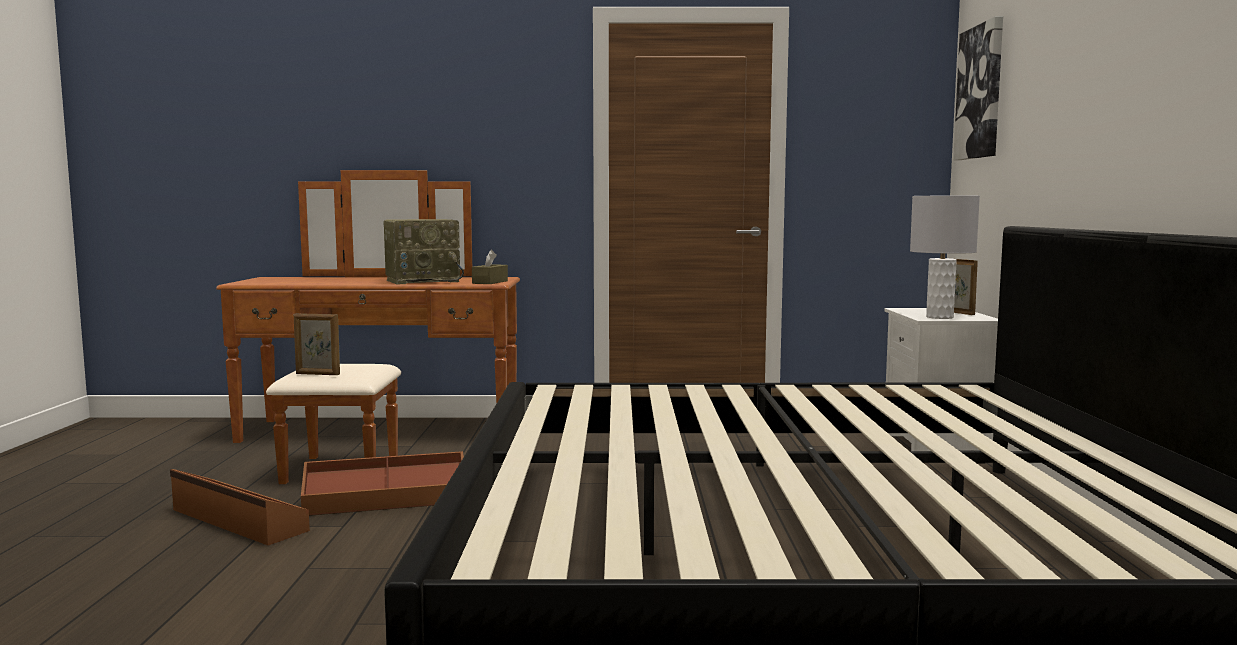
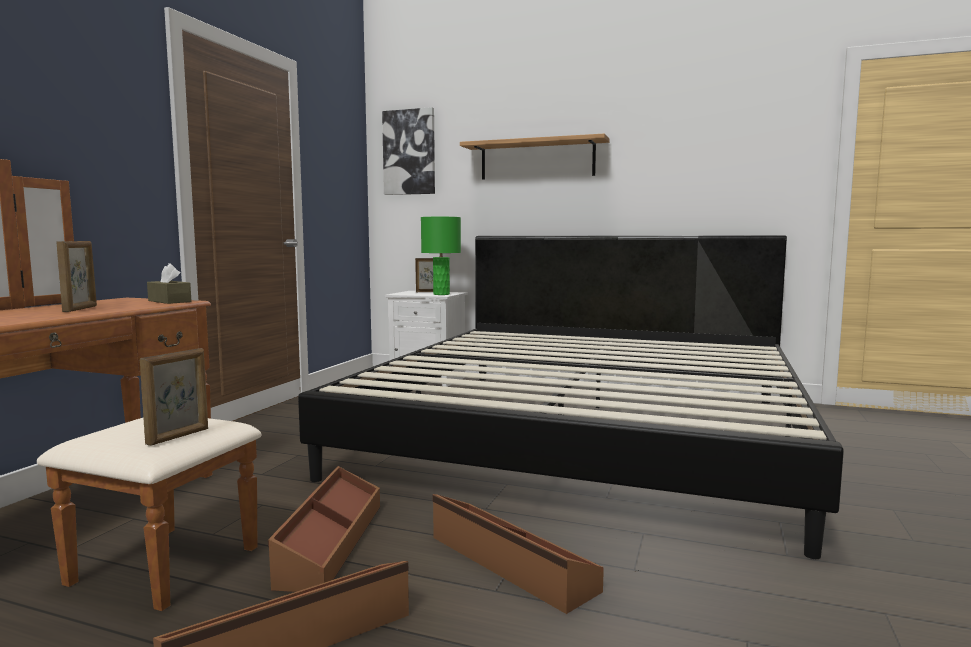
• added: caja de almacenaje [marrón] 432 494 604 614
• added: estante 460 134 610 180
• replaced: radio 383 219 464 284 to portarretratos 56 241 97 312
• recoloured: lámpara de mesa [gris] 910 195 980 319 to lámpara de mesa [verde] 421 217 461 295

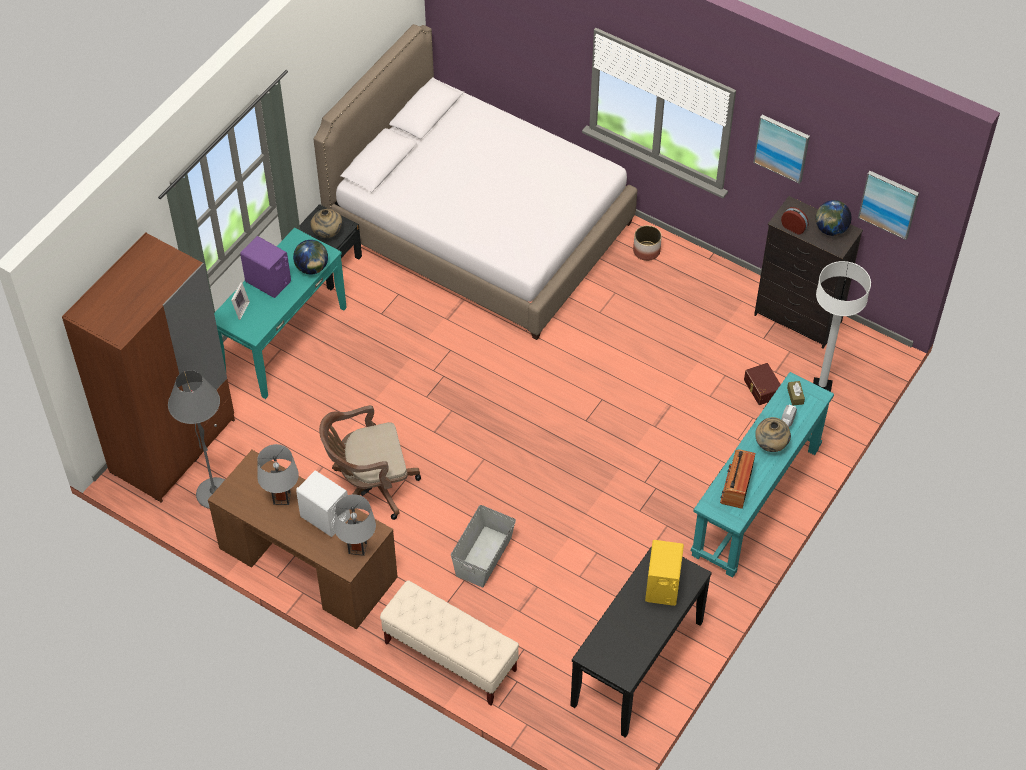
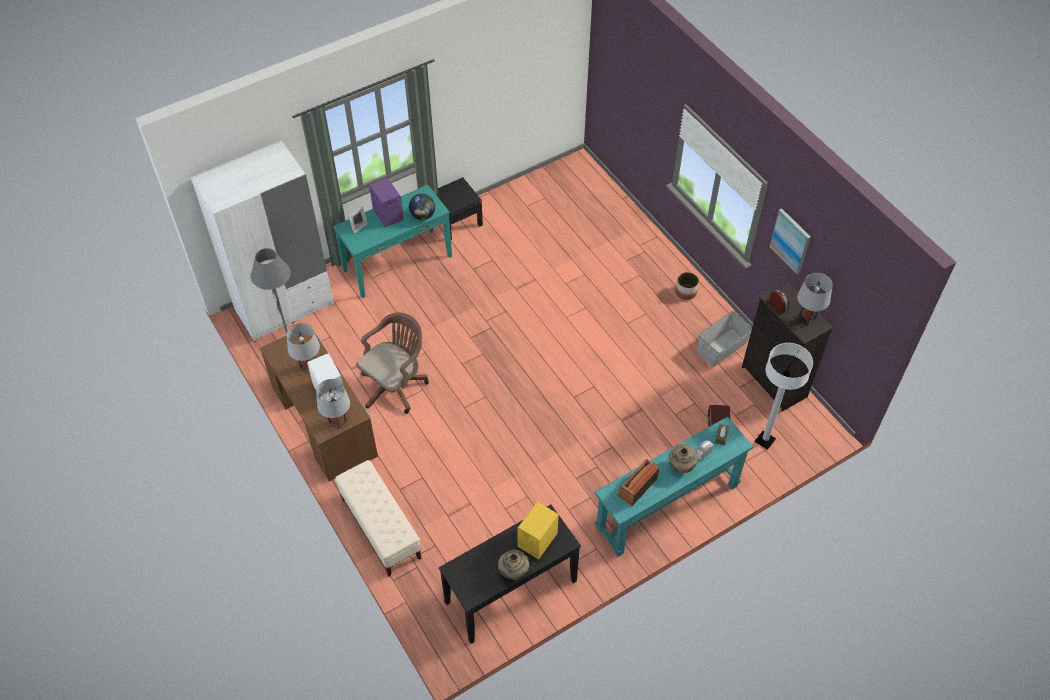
• removed: cama [blanco] 314 24 637 340
• removed: cuadro 858 171 919 240
• moved: florero [beis] 310 209 342 238 to 498 550 529 580
• moved: caja de almacenaje [gris] 451 505 516 588 to 698 311 752 367
• replaced: globo terráqueo 816 200 851 236 to lámpara de mesa [gris] 797 272 833 325
• recoloured: armario ropero [marrón] 62 232 235 503 to armario ropero [blanco] 191 140 334 342
• turned: silla de oficina [marrón] 319 405 421 520 = 357 313 429 414 120 degrees clockwise

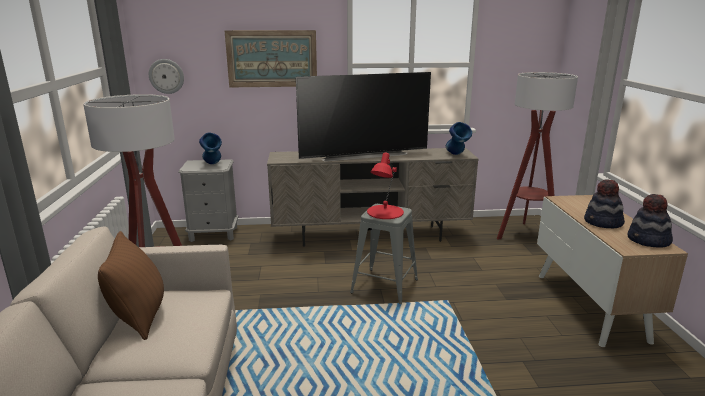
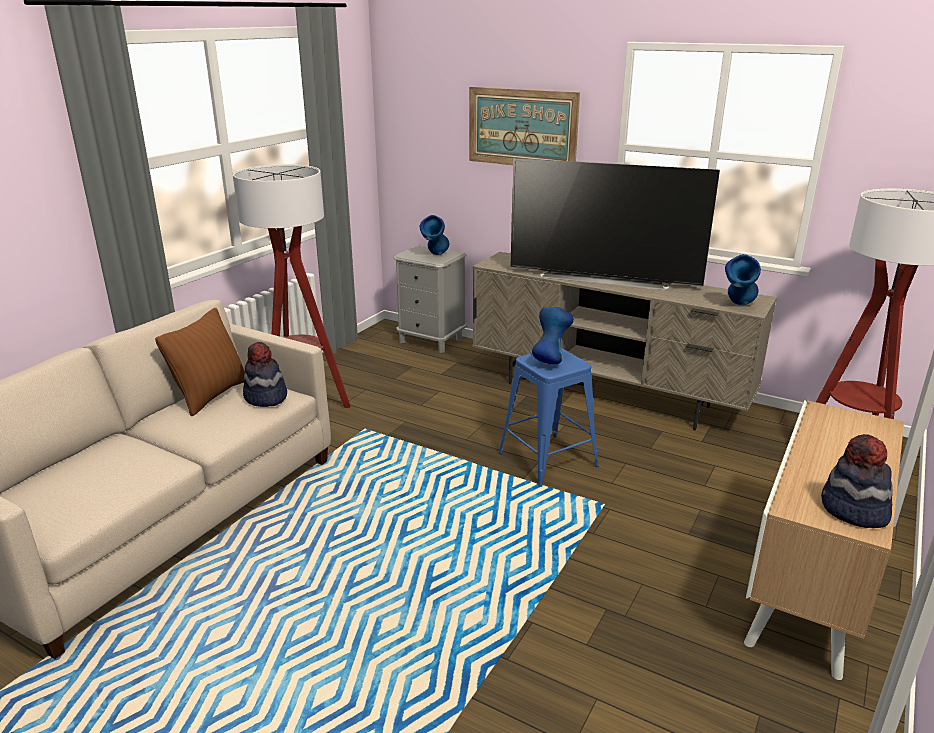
• removed: reloj de pared 149 59 184 94
• moved: sombrero 584 179 625 228 to 243 342 287 407
• replaced: lámpara de mesa [rojo] 367 153 404 219 to florero [azul] 532 307 574 364
• recoloured: taburete [gris] 350 204 418 304 to taburete [azul] 499 348 599 487

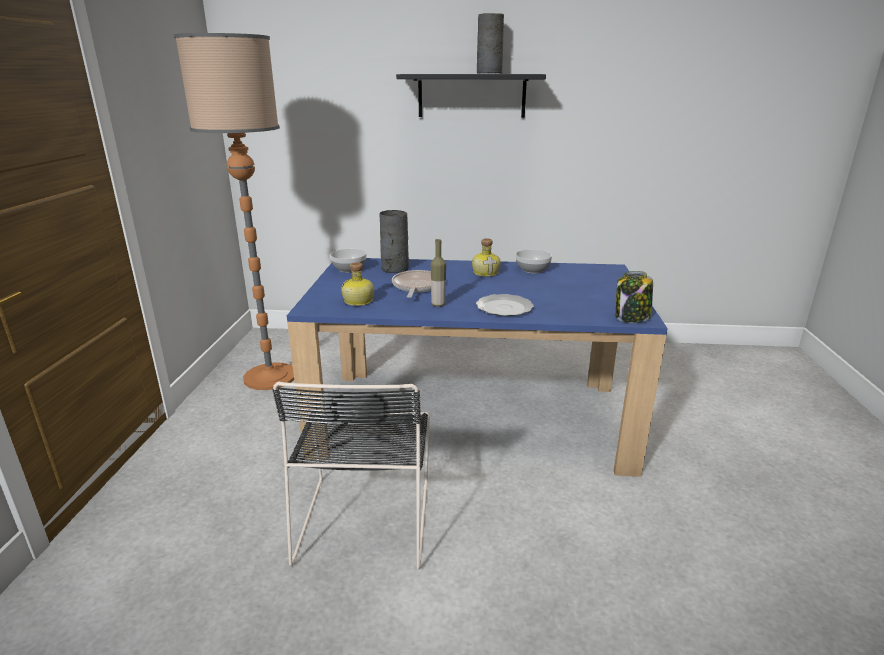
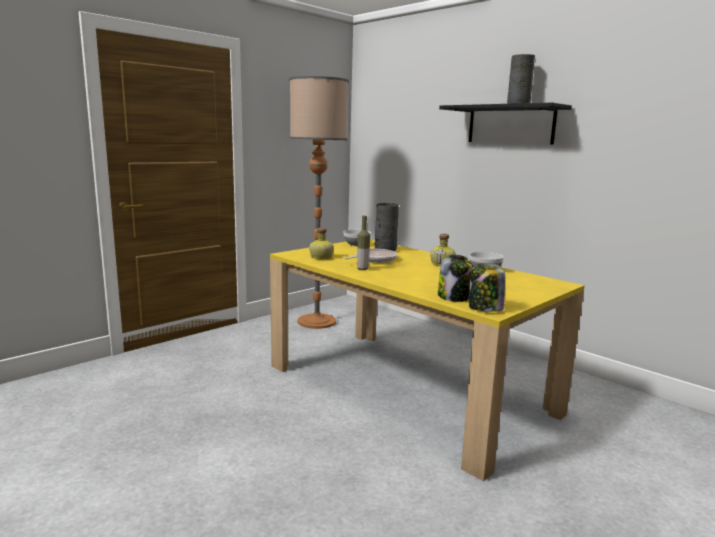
• removed: silla [negro] 273 382 430 570
• removed: plato 476 294 534 316
• added: tarro 438 255 473 302
• recoloured: mesa de comedor [azul] 287 258 668 477 to mesa de comedor [amarillo] 270 239 585 481

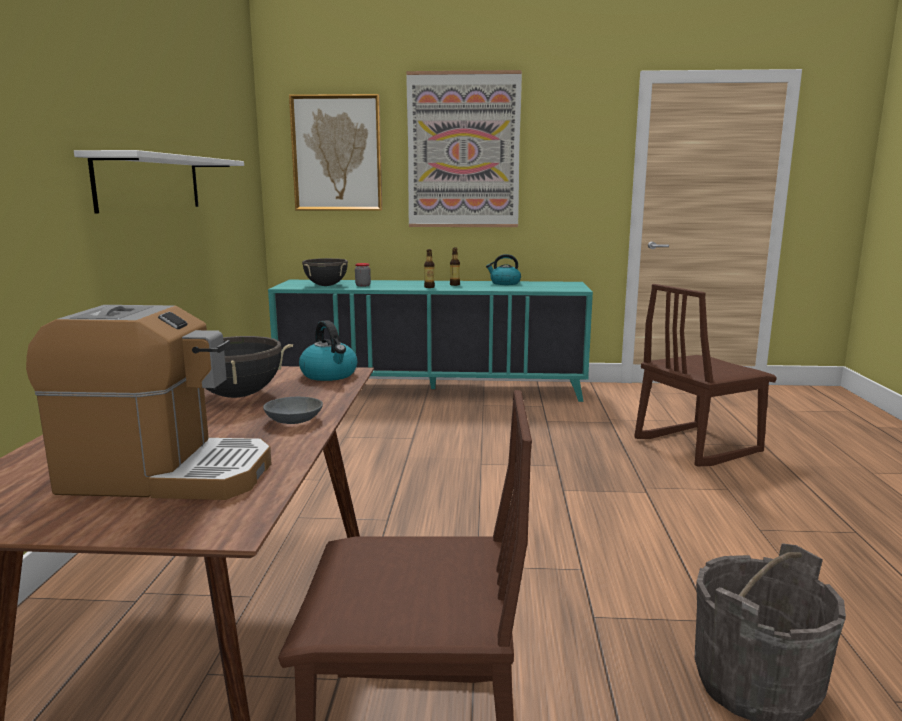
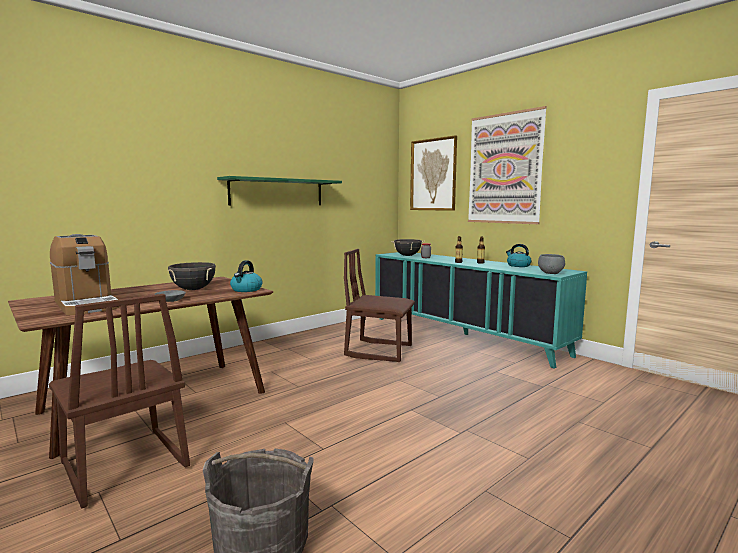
• added: cuenco [gris] 538 254 565 274
• moved: silla [marrón] 634 284 777 466 to 344 249 415 362
• recoloured: estante [blanco] 74 150 244 213 to estante [verde] 217 176 342 206

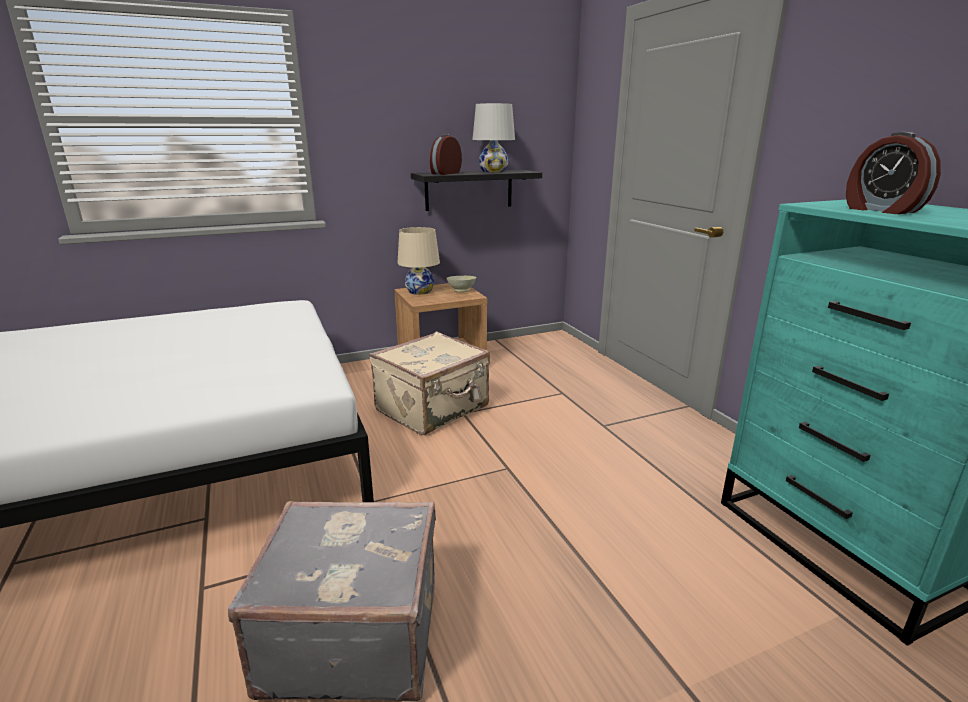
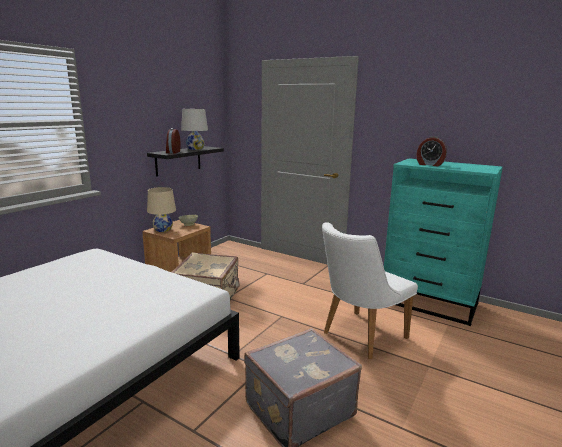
• added: silla [blanco] 322 222 418 359

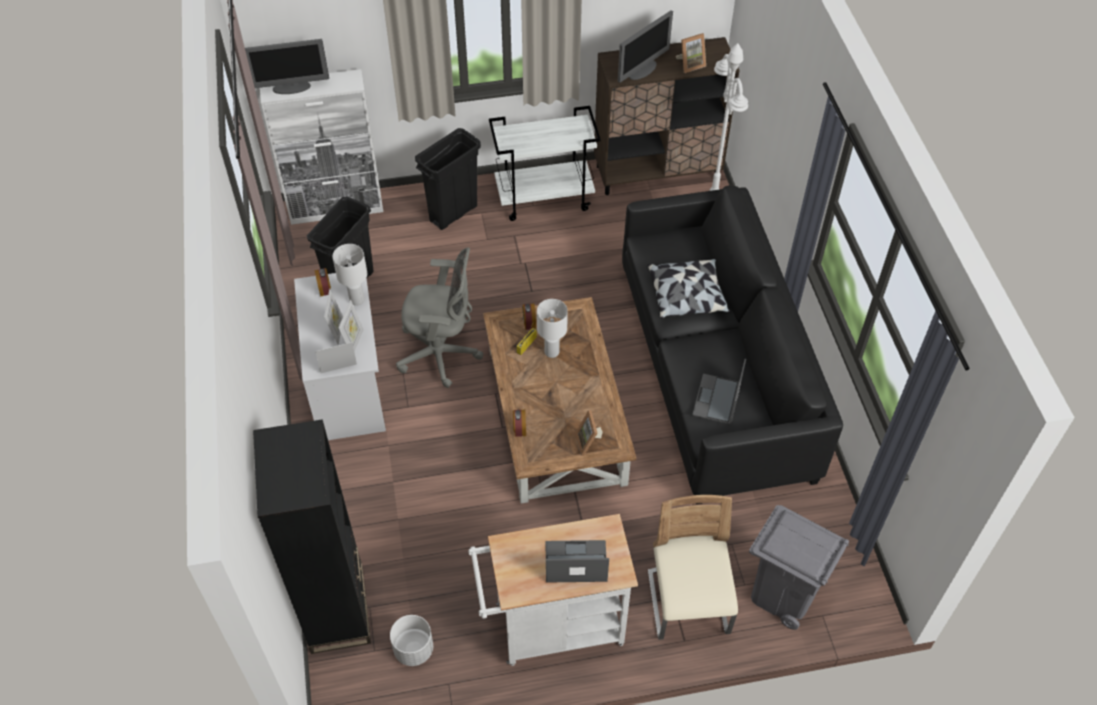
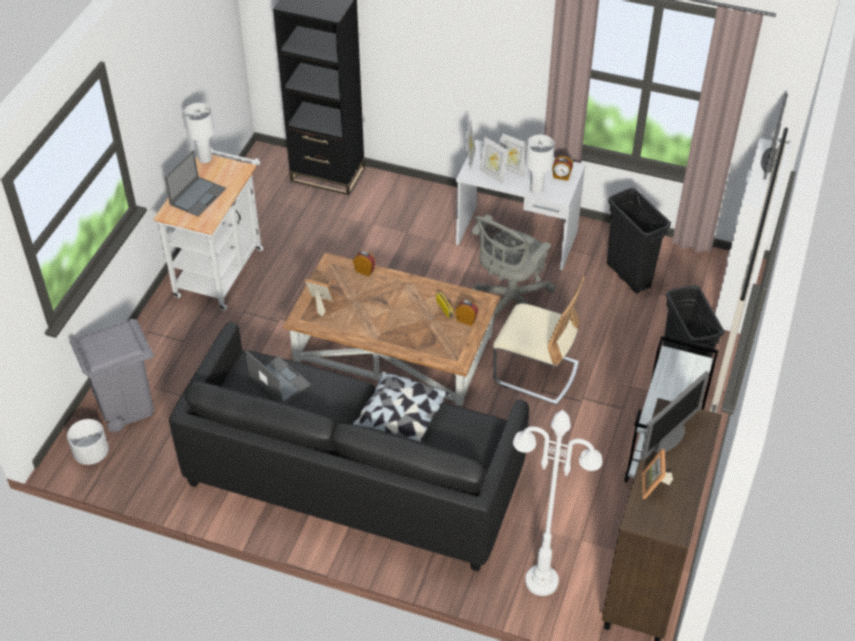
• moved: maceta [blanco] 390 615 433 666 to 67 419 109 465
• moved: lámpara de mesa [blanco] 537 299 568 358 to 183 103 215 163
• moved: silla [beis] 648 495 738 640 to 492 276 585 405
• turned: monitor 618 10 673 83 = 640 371 709 461 120 degrees counterclockwise

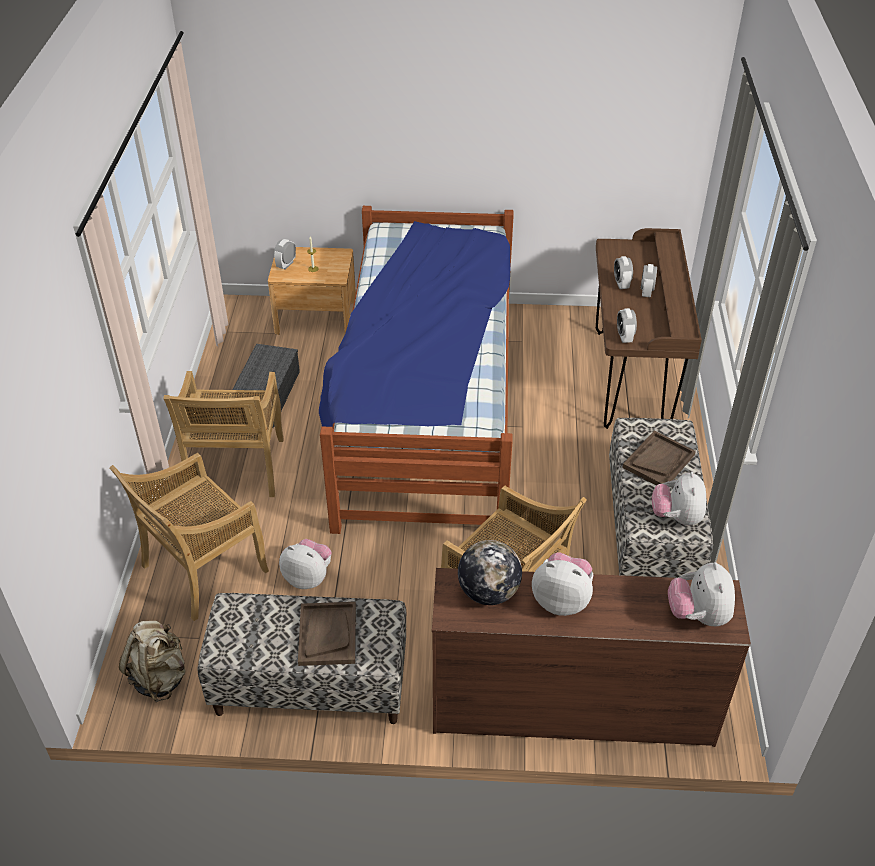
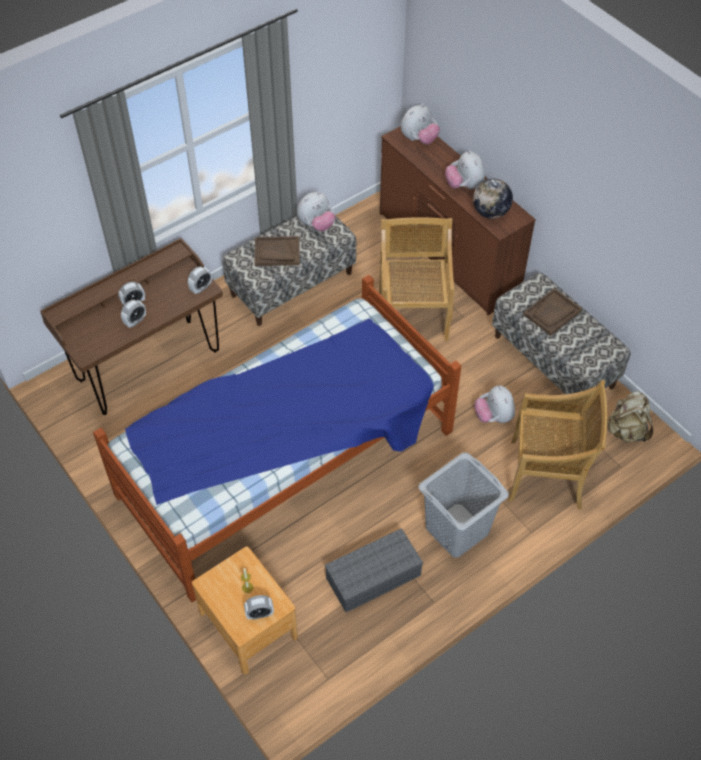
• replaced: silla [beis] 163 371 284 497 to cesto de la ropa [gris] 418 452 509 558

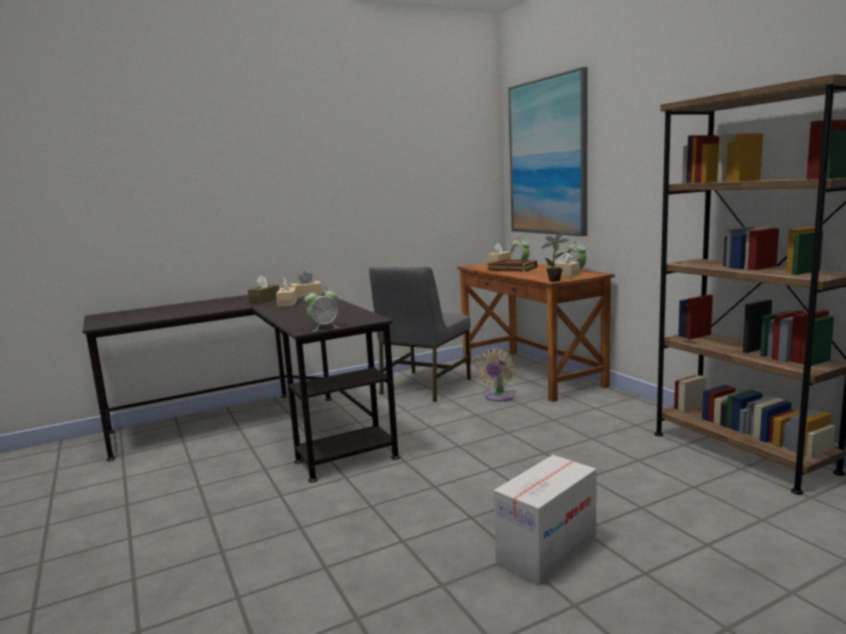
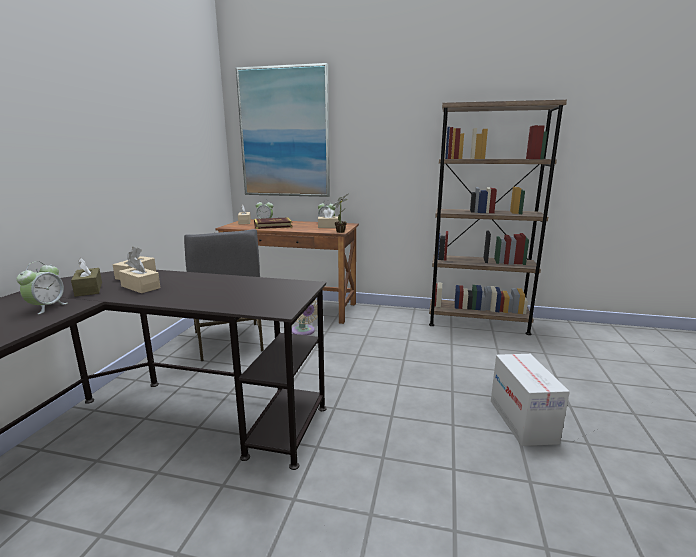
• moved: despertador 304 286 338 331 to 17 261 67 314

